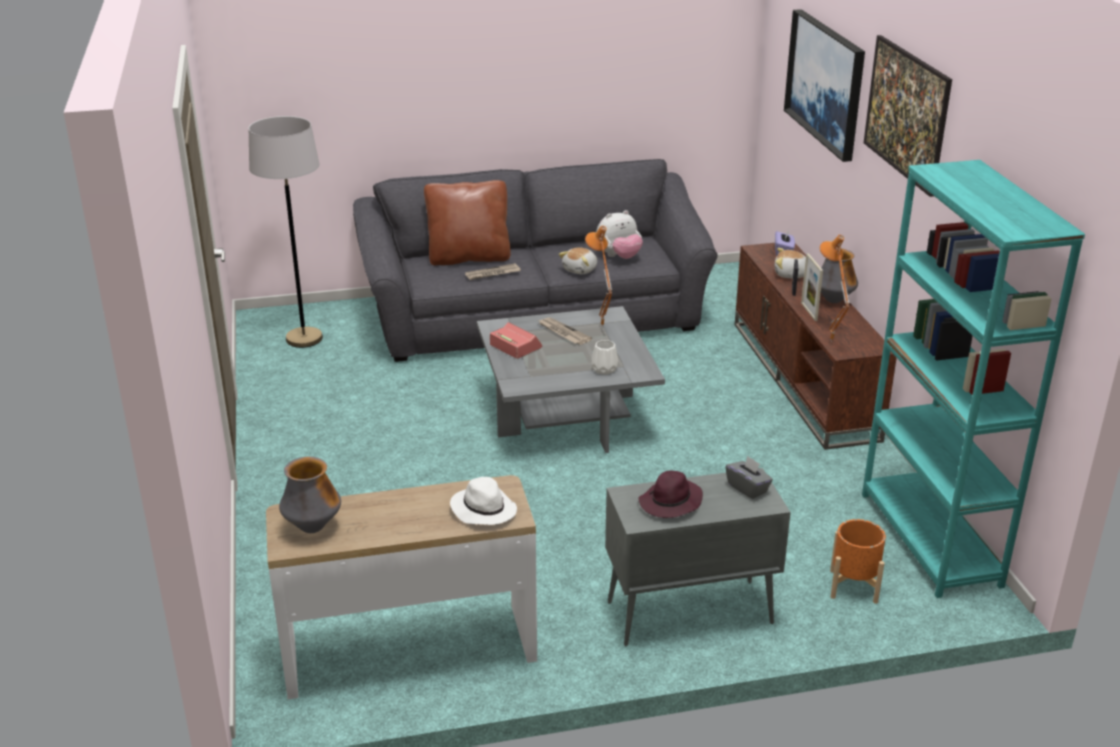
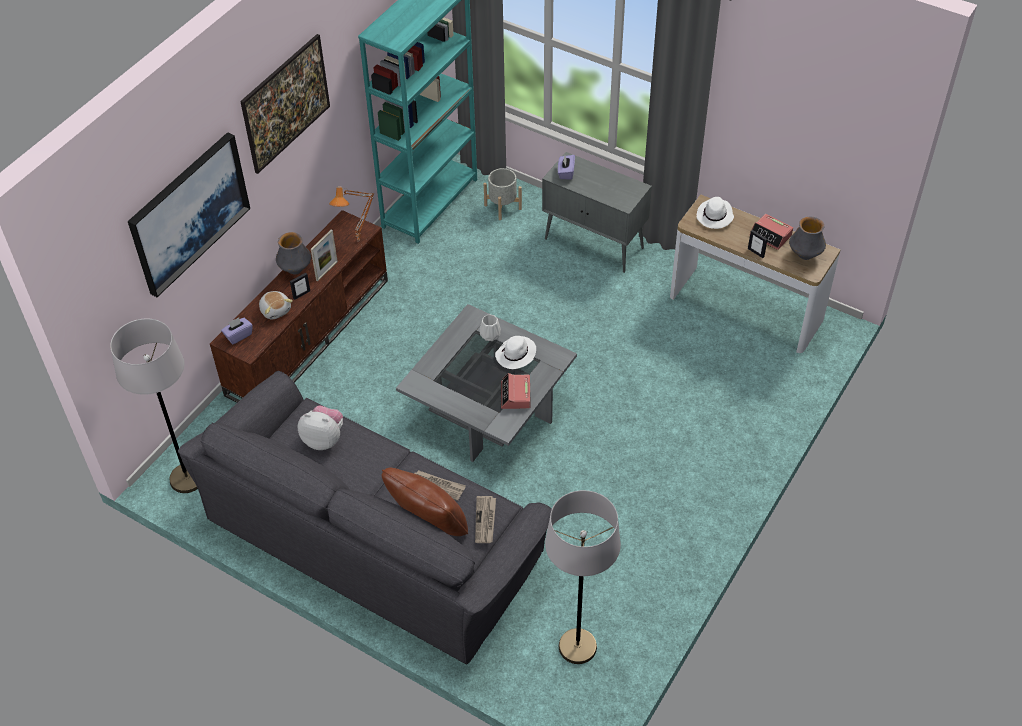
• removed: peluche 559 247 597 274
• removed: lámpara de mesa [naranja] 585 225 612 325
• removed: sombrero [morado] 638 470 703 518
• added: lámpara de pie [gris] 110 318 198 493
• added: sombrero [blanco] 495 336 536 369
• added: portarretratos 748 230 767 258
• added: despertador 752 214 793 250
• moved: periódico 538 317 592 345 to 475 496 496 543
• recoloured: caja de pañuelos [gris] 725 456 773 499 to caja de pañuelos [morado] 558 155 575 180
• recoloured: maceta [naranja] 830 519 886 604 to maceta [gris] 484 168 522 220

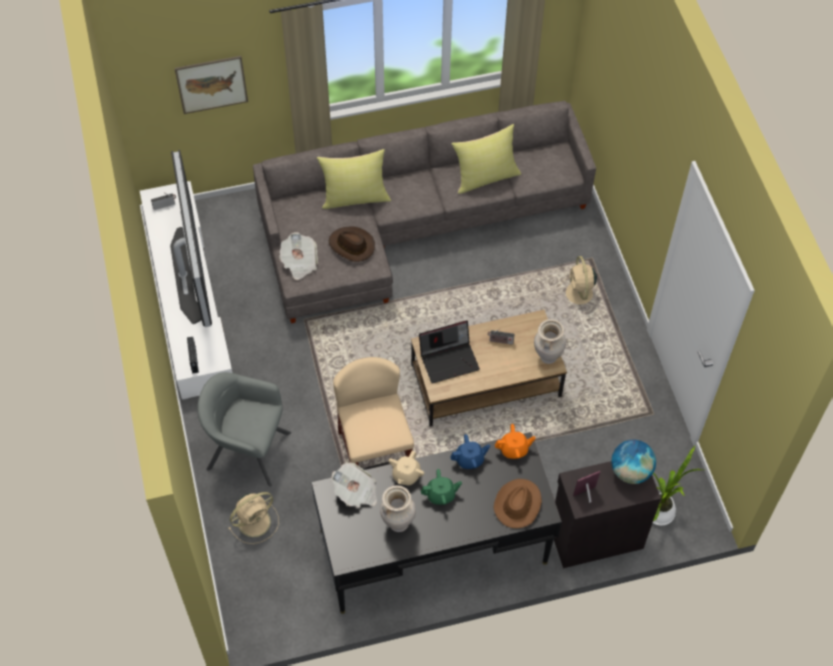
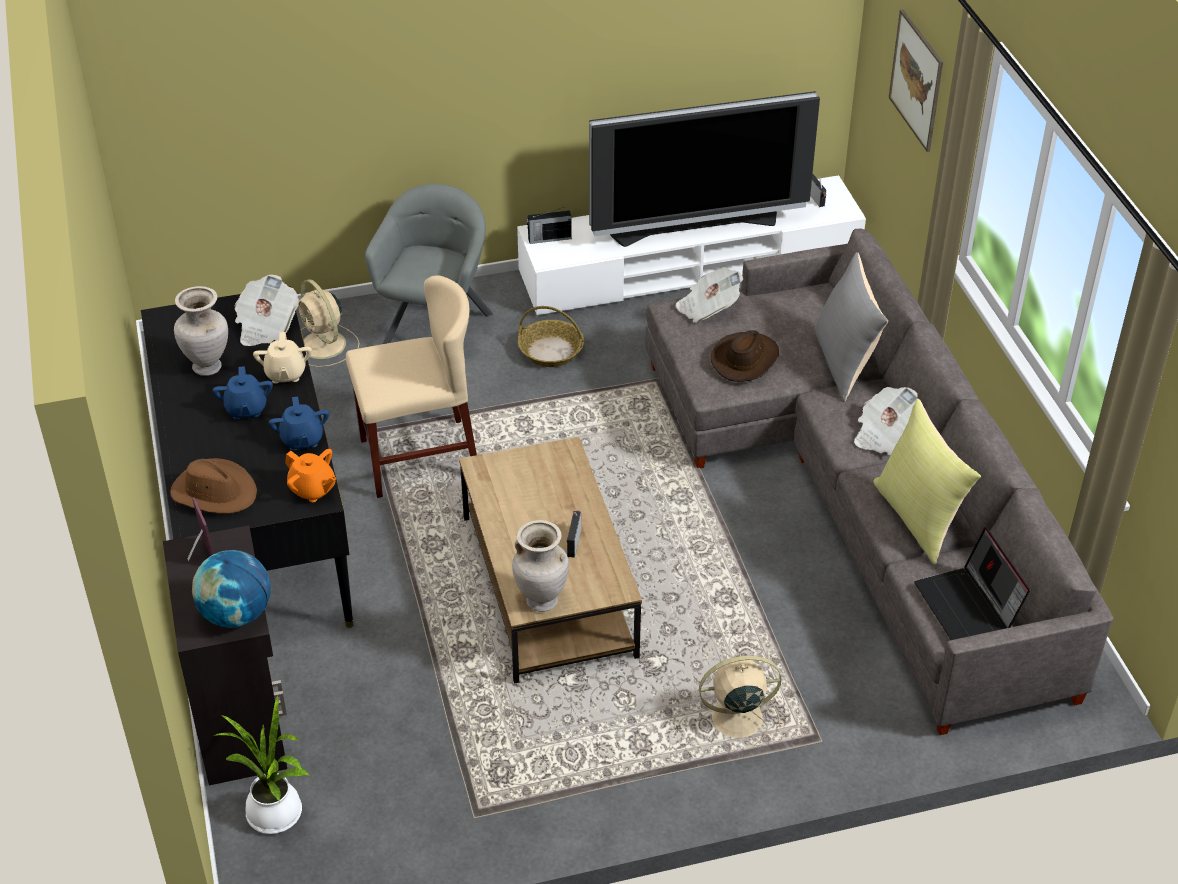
• added: cesta 518 306 584 367
• added: periódico 854 387 918 455
• moved: portátil 419 320 480 383 to 914 527 1030 640
• recoloured: cojín [amarillo] 317 149 391 209 to cojín [gris] 815 252 888 401
• recoloured: tetera [verde] 421 469 462 505 to tetera [azul] 213 366 273 419
• turned: tetera [beis] 389 451 424 485 = 253 332 312 384 120 degrees counterclockwise
• turned: tetera [naranja] 495 424 536 459 = 285 449 336 502 45 degrees counterclockwise

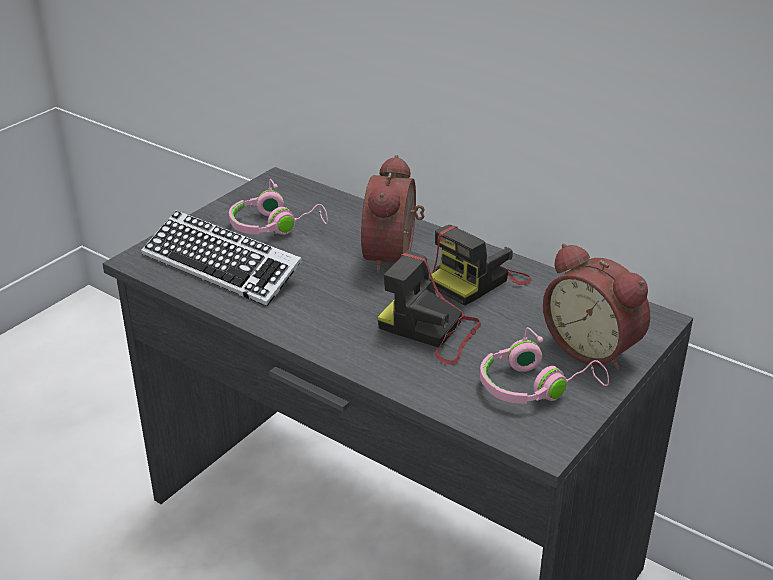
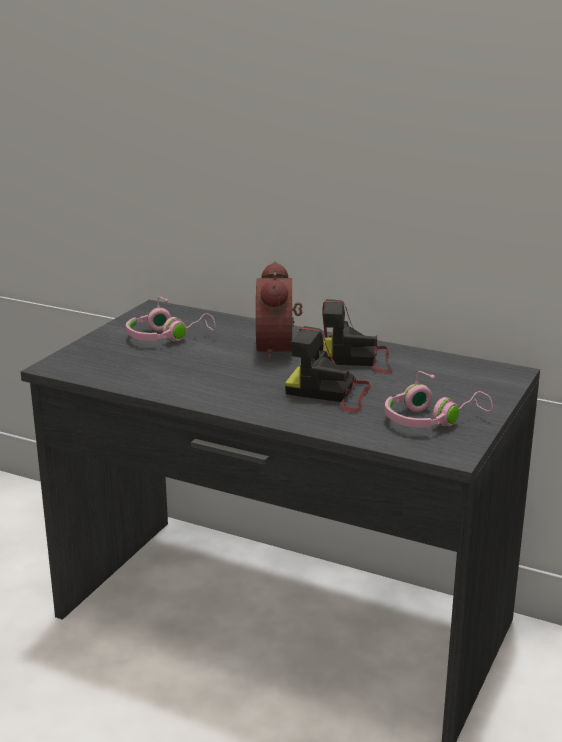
• removed: teclado 141 210 302 306
• removed: despertador 543 243 650 371
• turned: cámara 429 225 532 306 = 322 299 393 373 60 degrees clockwise

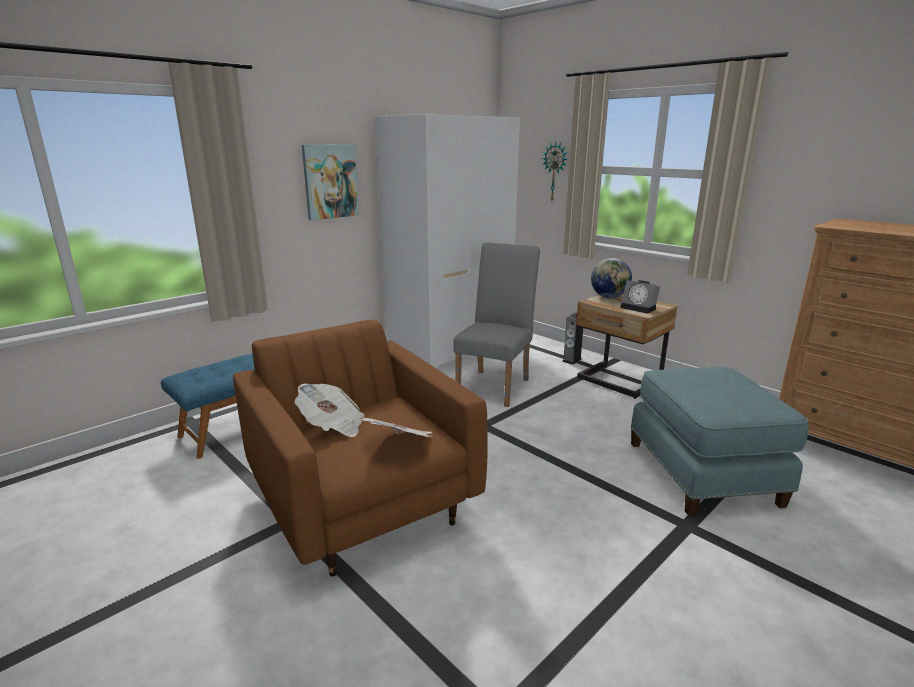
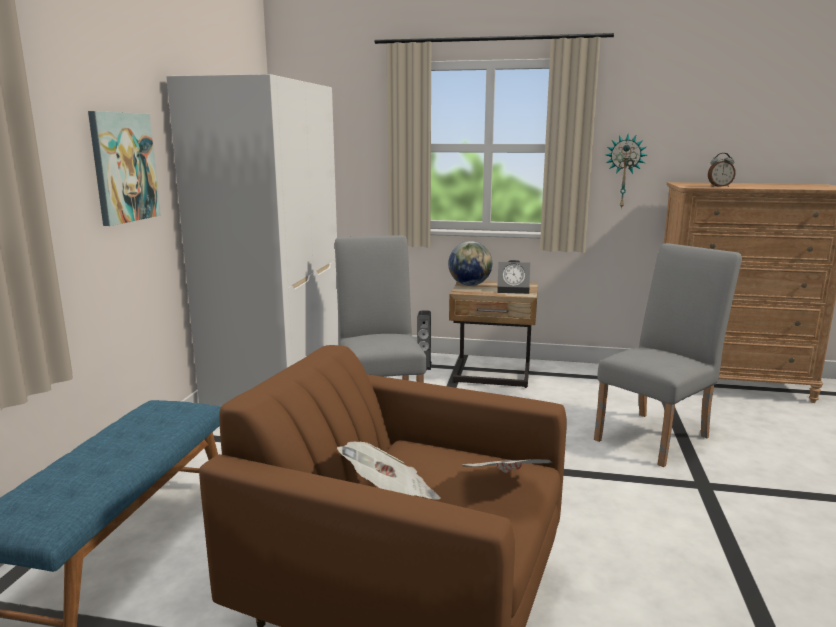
• added: despertador 708 153 736 187
• moved: reloj de pared 542 141 567 201 to 606 135 647 209
• replaced: puf [azul] 630 367 809 516 to silla [gris] 594 243 742 467

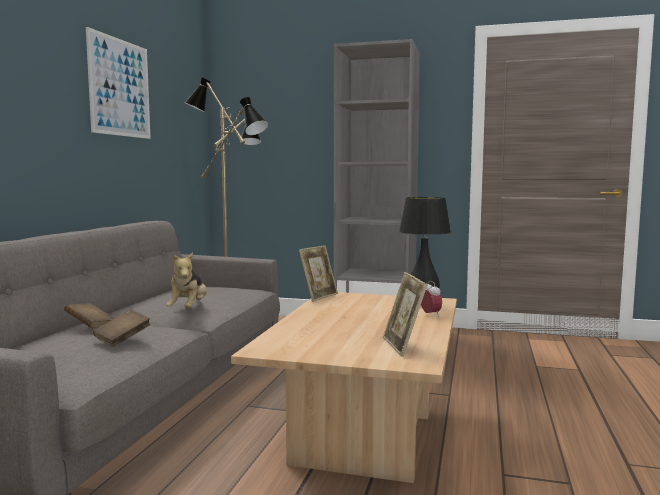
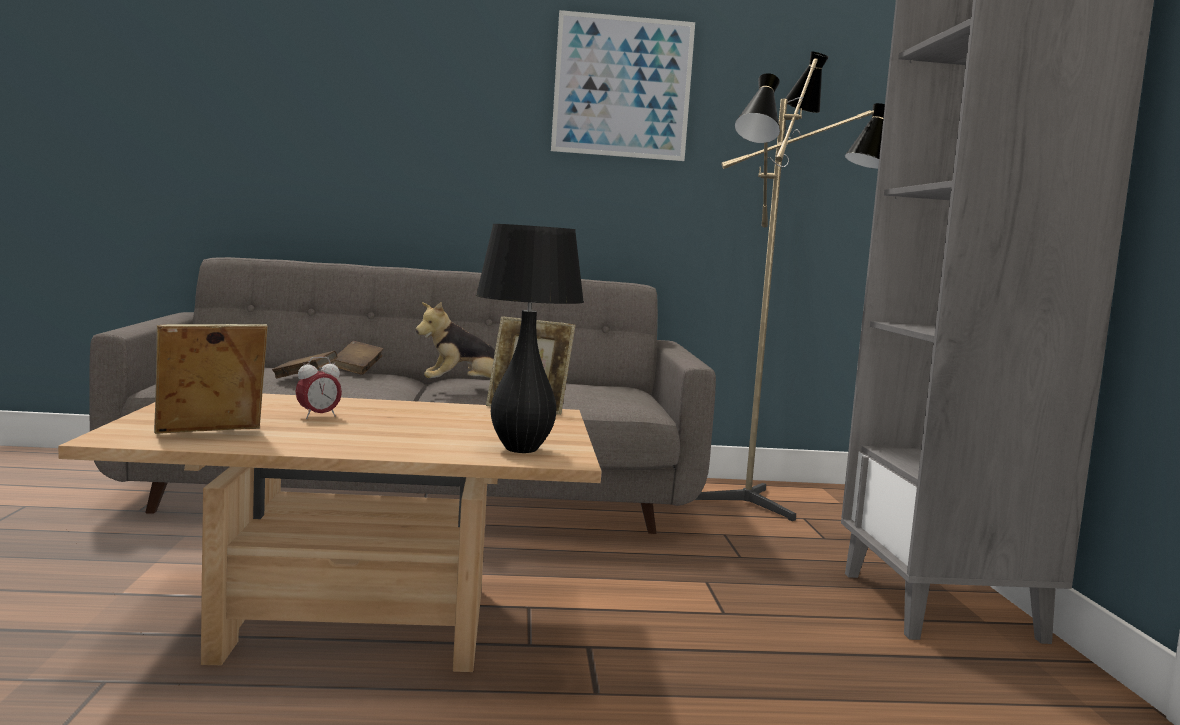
• moved: despertador 421 281 442 317 to 295 357 342 419

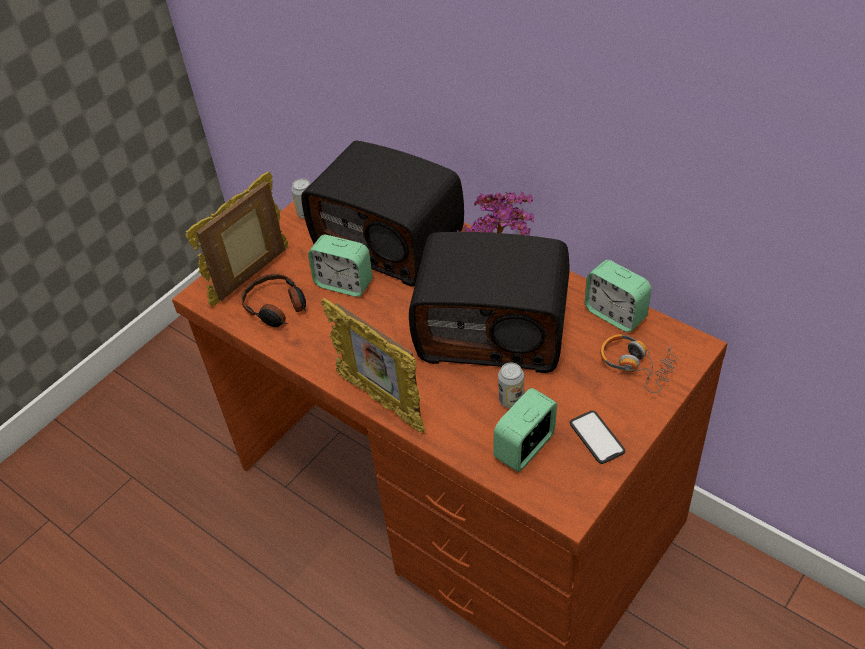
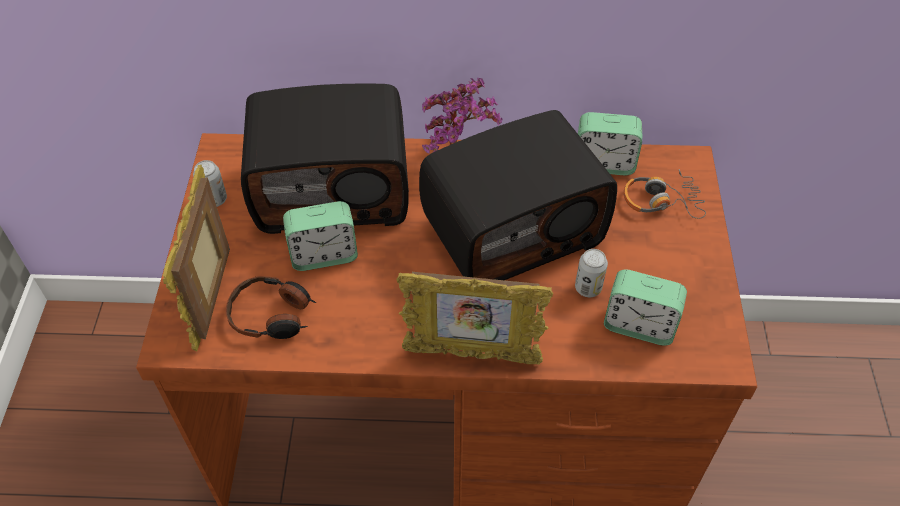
• removed: móvil 570 410 625 464
• turned: despertador 493 388 557 472 = 604 269 687 346 75 degrees counterclockwise

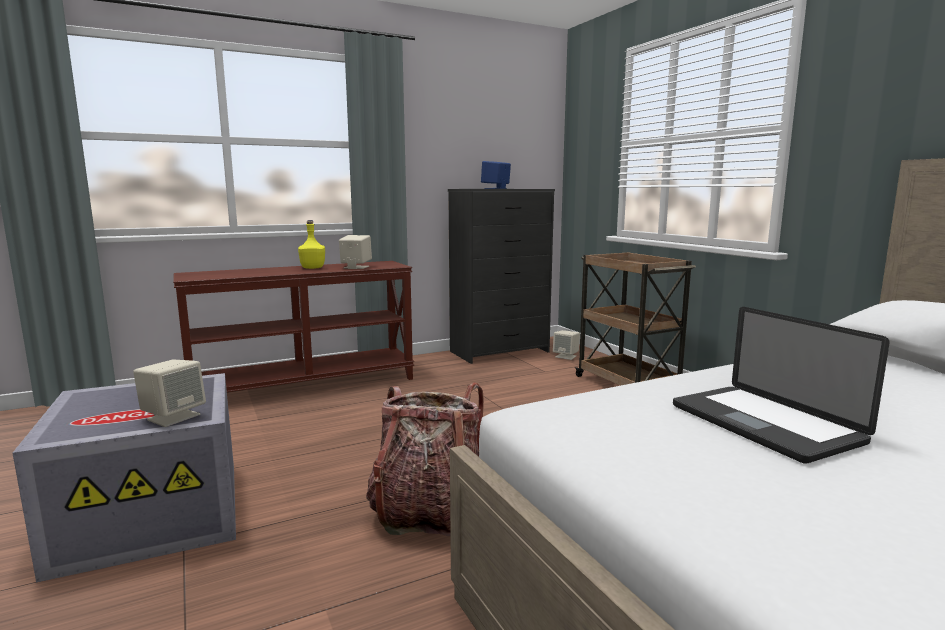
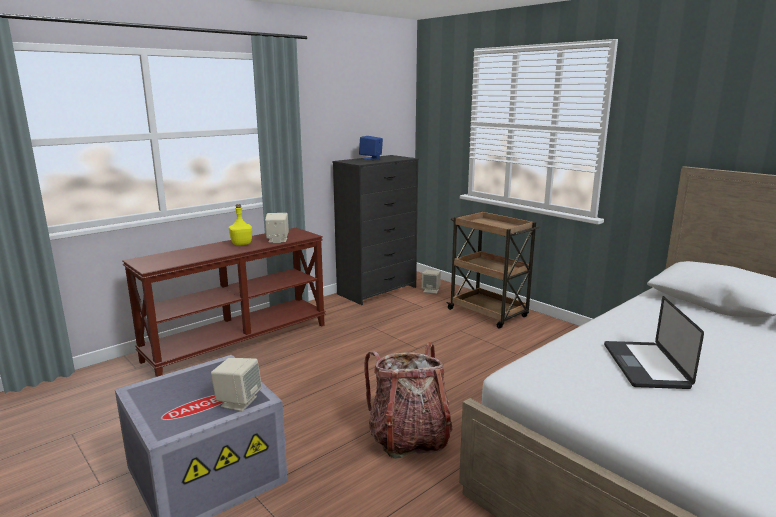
• turned: portátil 673 307 890 463 = 604 296 704 389 45 degrees clockwise

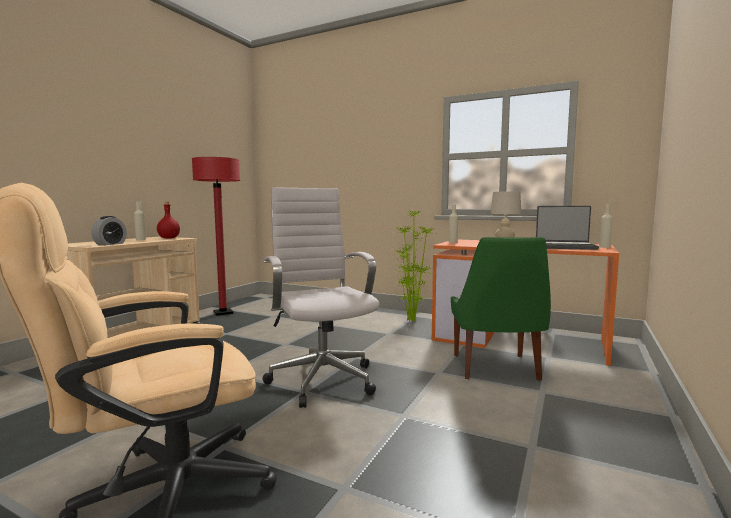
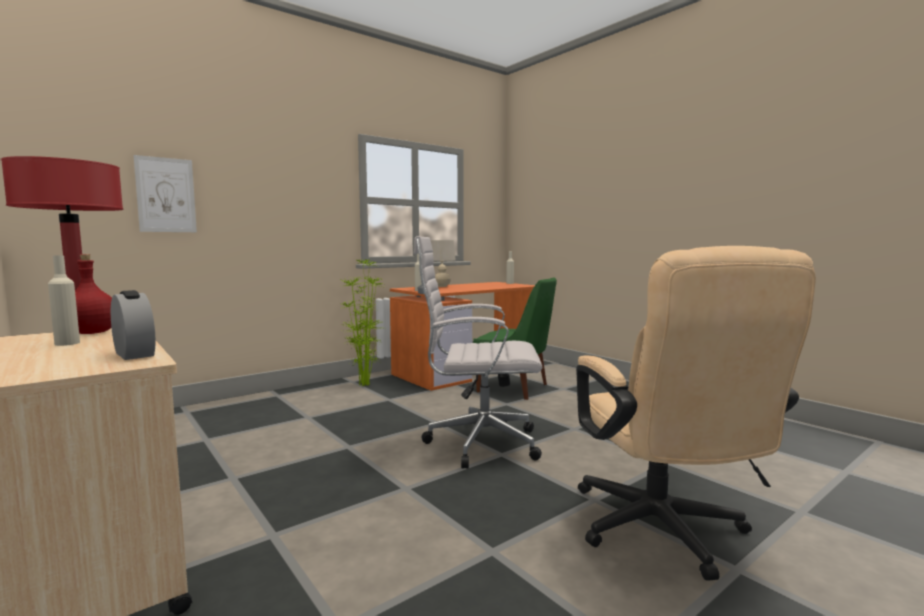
• removed: portátil 536 206 599 250
• added: cuadro 133 155 197 232

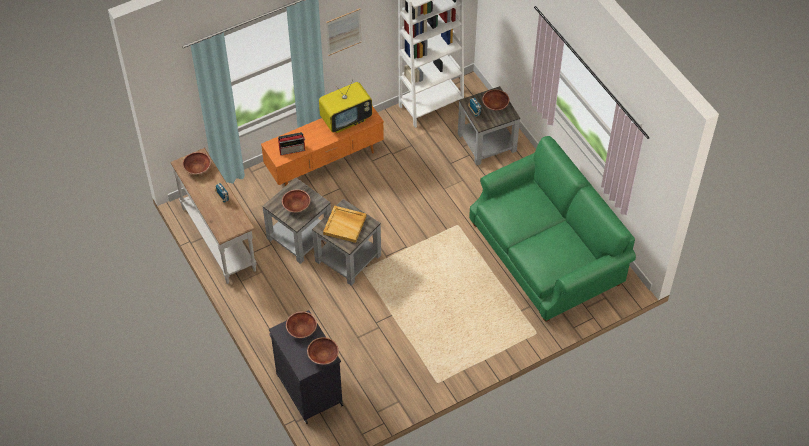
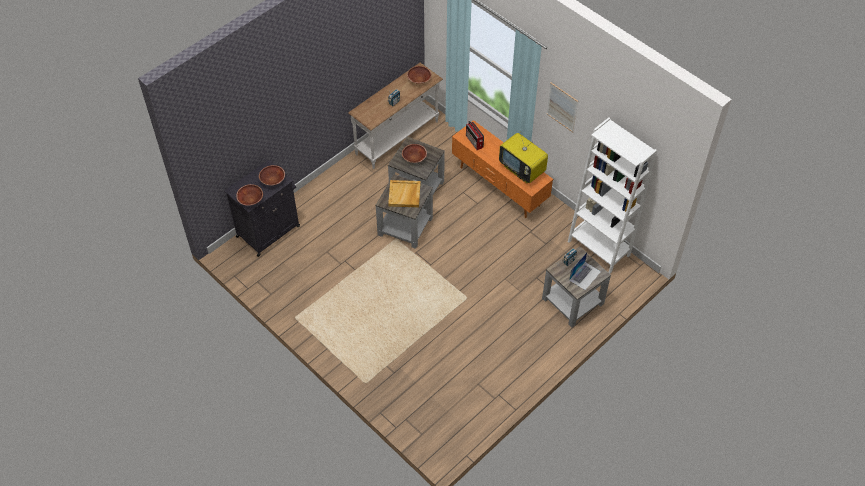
• removed: sofá [verde] 469 136 636 322
• replaced: cuenco [marrón] 482 89 509 110 to portátil 569 252 601 290

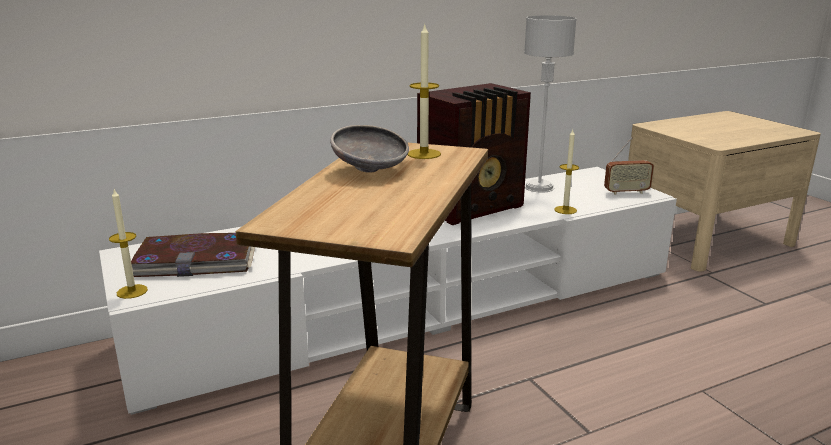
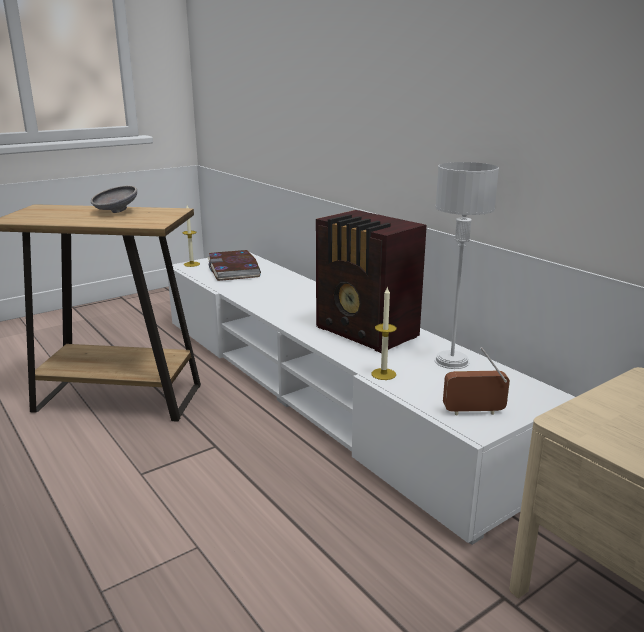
• removed: vela 408 25 441 159
• turned: radio 604 137 654 195 = 443 347 510 416 105 degrees clockwise

